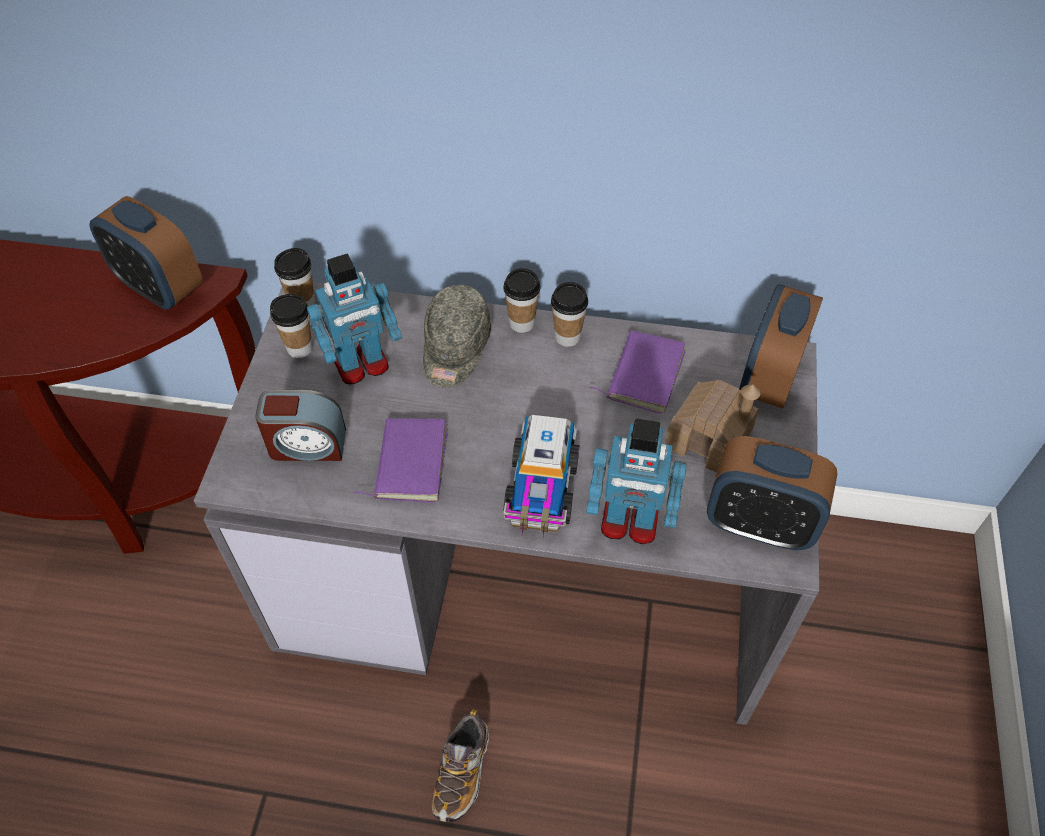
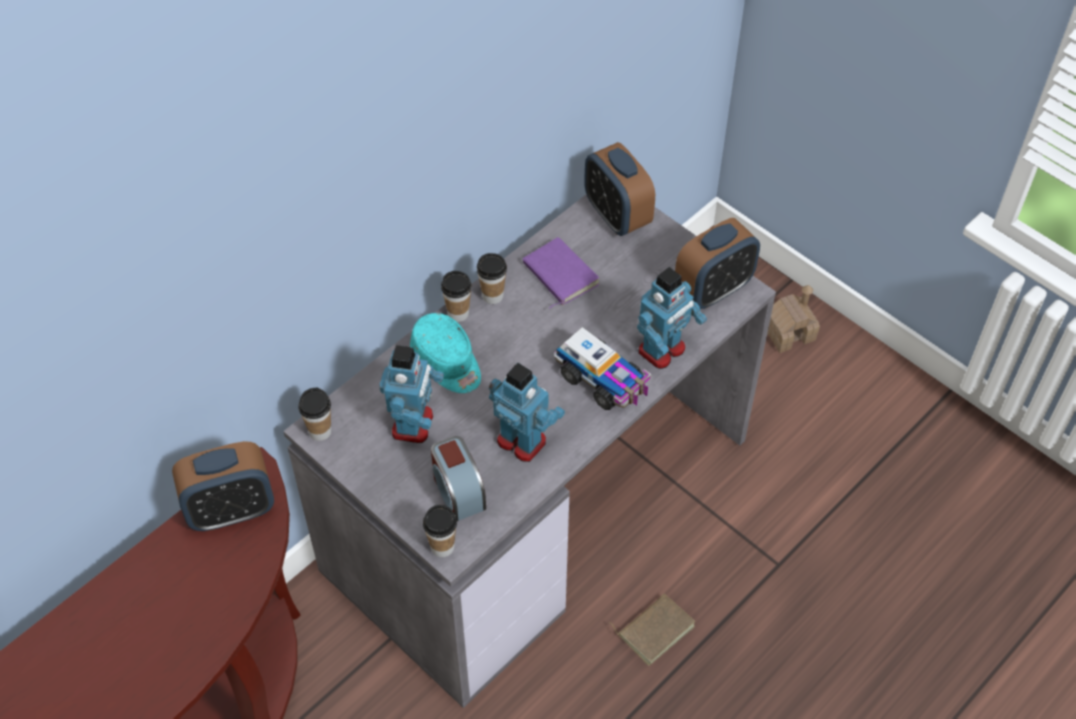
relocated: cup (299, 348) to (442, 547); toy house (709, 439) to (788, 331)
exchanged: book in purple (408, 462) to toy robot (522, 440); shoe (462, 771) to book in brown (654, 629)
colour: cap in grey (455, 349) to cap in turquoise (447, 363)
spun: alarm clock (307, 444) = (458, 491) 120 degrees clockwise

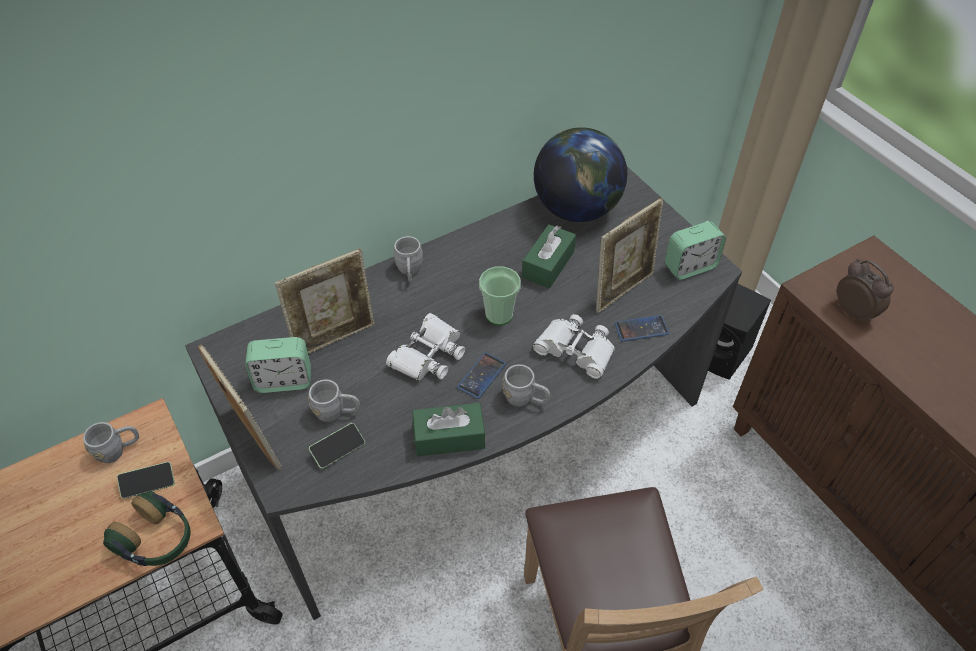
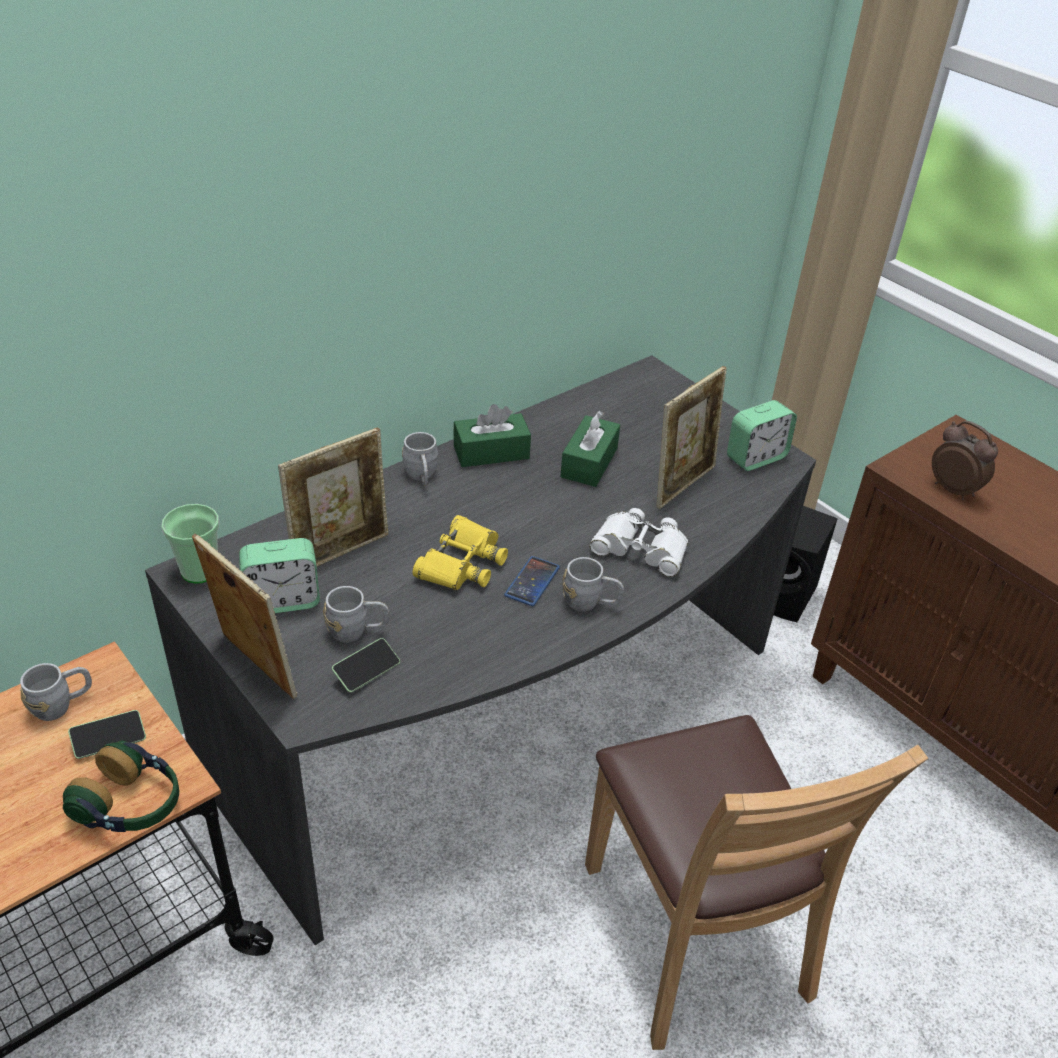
missing: globe (576, 209); phone (641, 329)
relocated: tissue box in green (449, 437) to (491, 452); cup (499, 314) to (199, 571)
colour: binoculars in white (428, 354) to binoculars in yellow (462, 563)

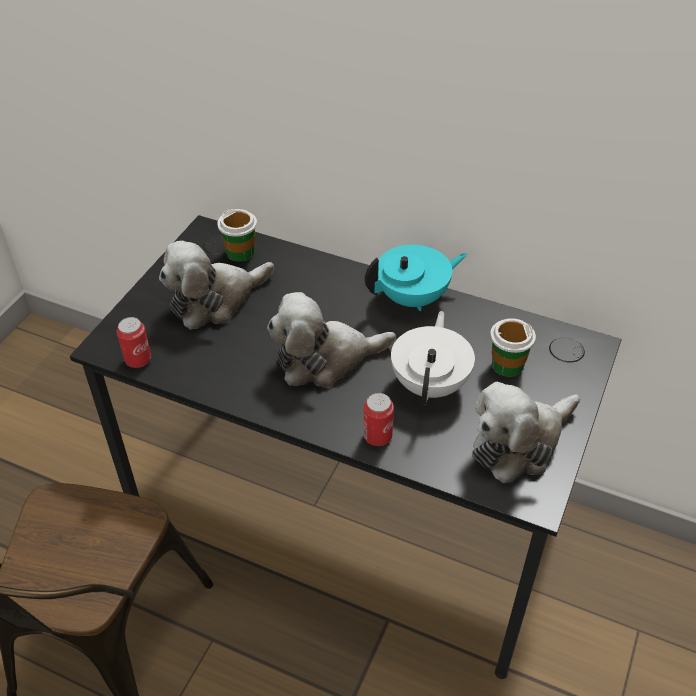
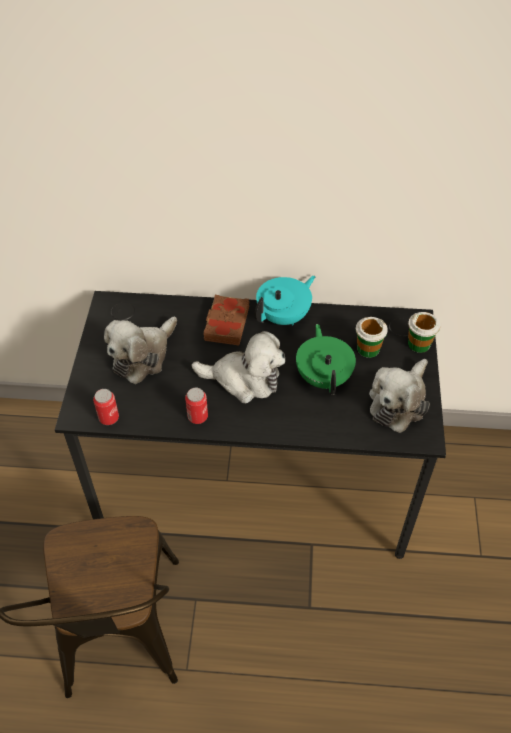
appeared: book in brown (226, 324)
relocated: cup (240, 252) to (419, 344); can (377, 436) to (197, 417)
colour: teapot in white (431, 384) to teapot in green (324, 377)
spun: plush toy (325, 359) = (244, 379) 135 degrees counterclockwise

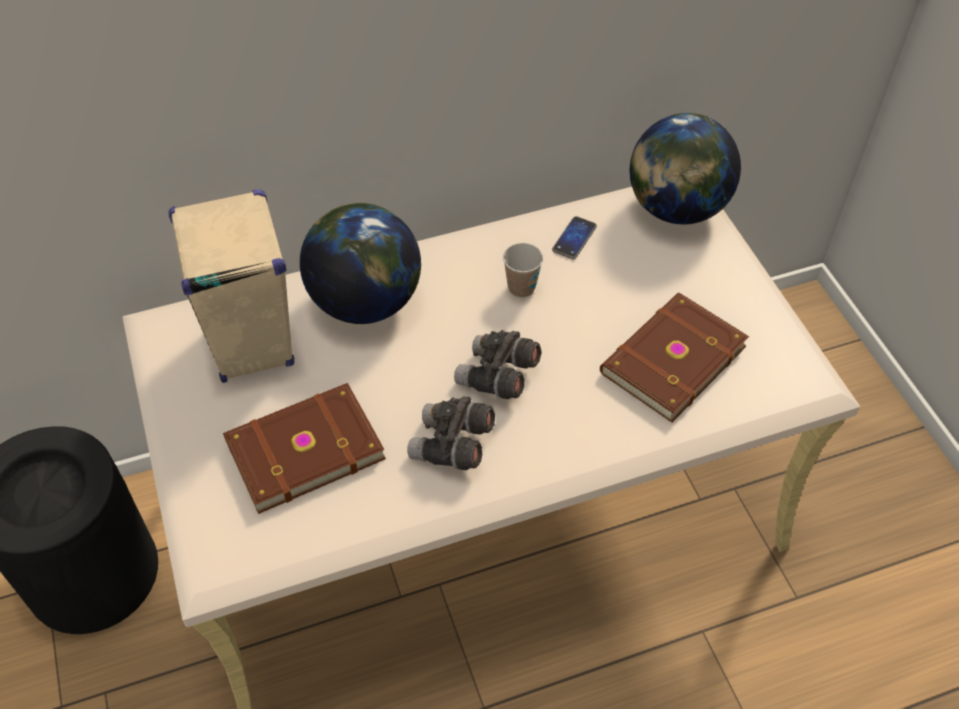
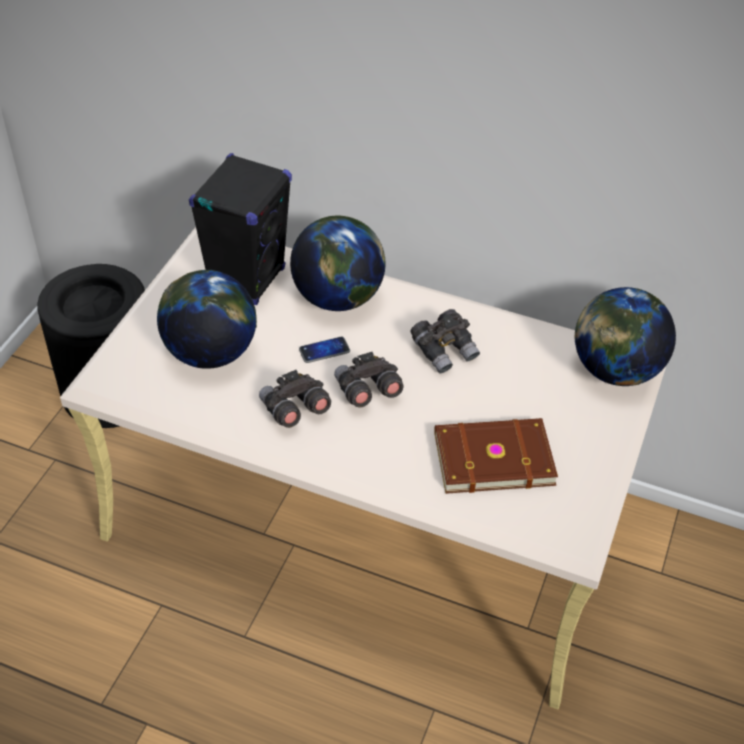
relocated: phone (574, 238) to (324, 350)
exchanged: book in brown (303, 448) to globe (211, 353); cup (521, 288) to binoculars in grey (444, 351)
colour: speaker in beige (251, 344) to speaker in black (247, 279)

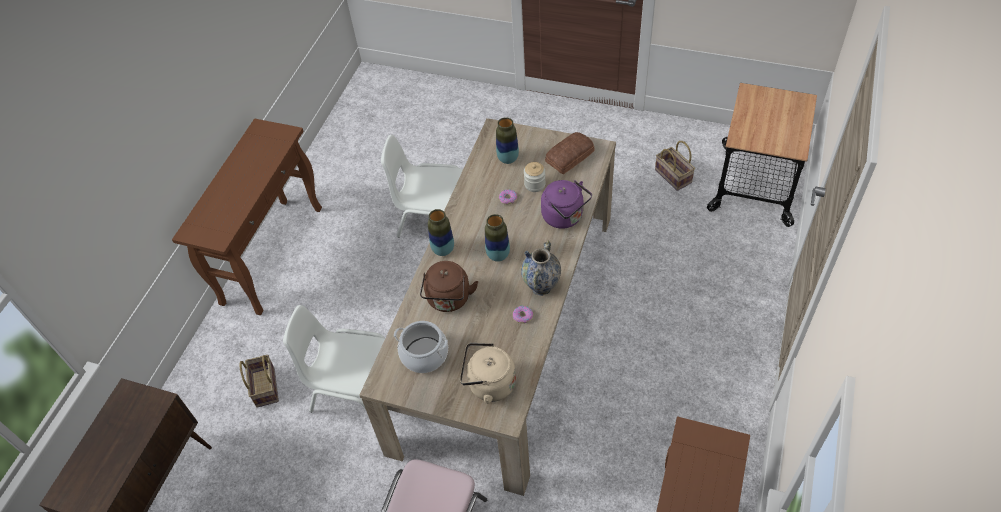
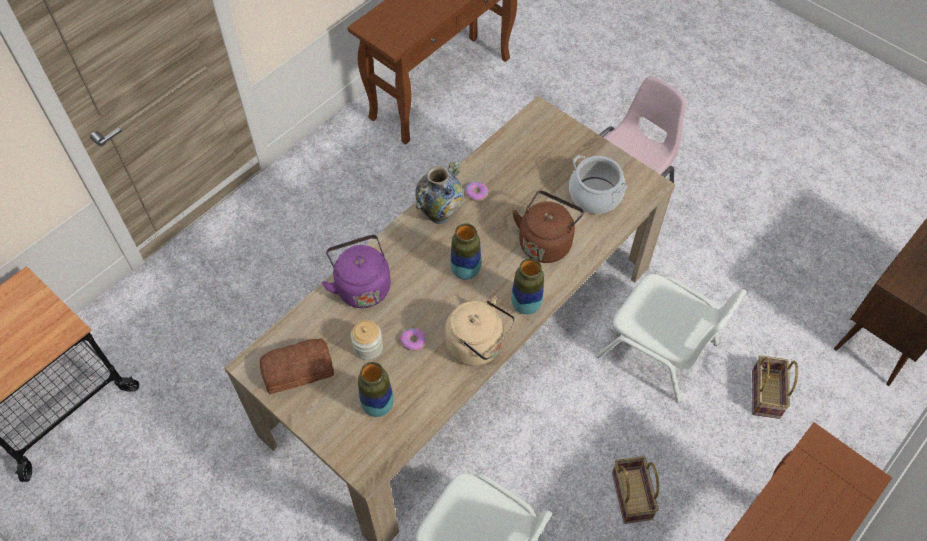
relocated: kettle in beige (488, 384) to (478, 346); basket (674, 176) to (630, 494)

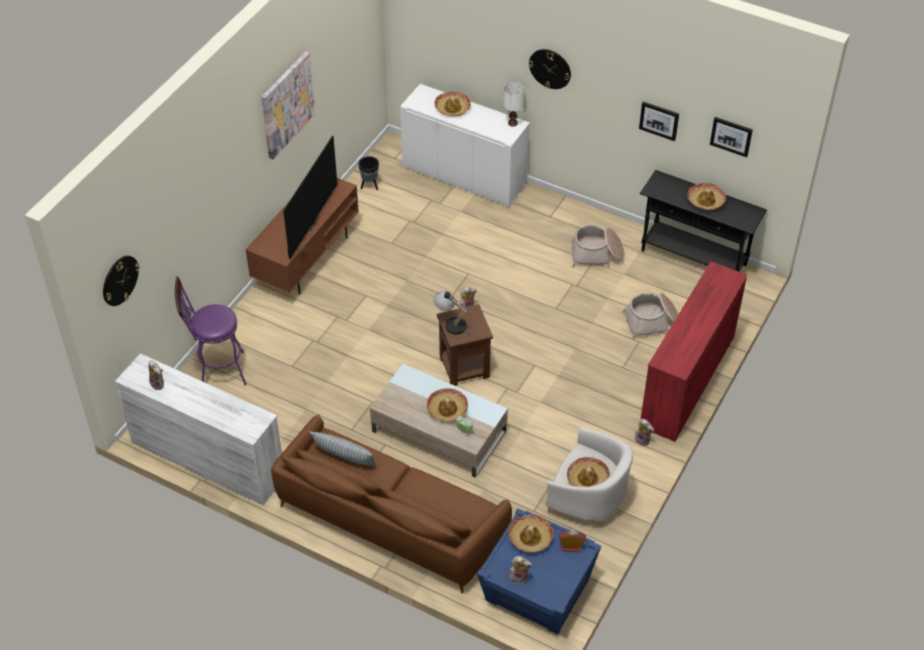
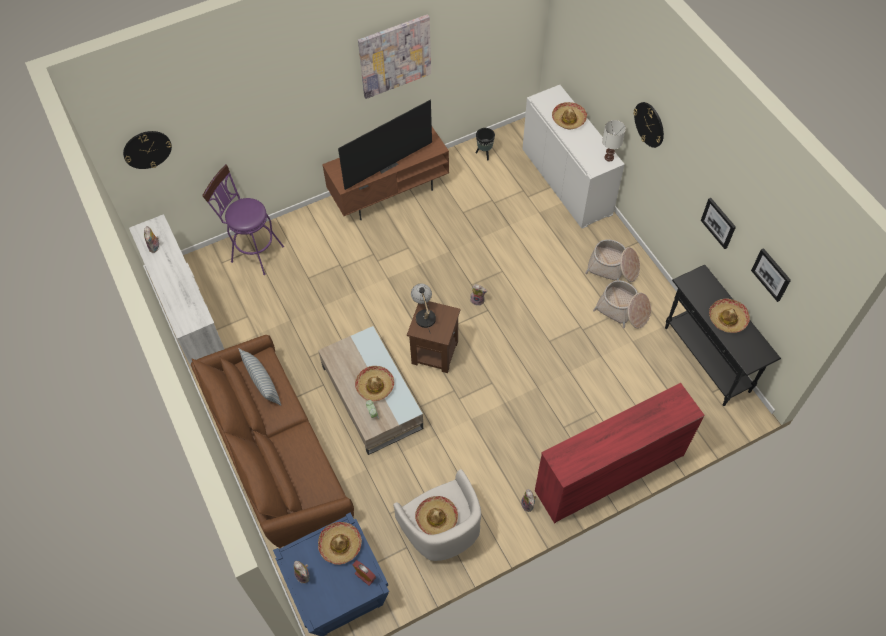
relocated: basket (652, 322) to (613, 268)

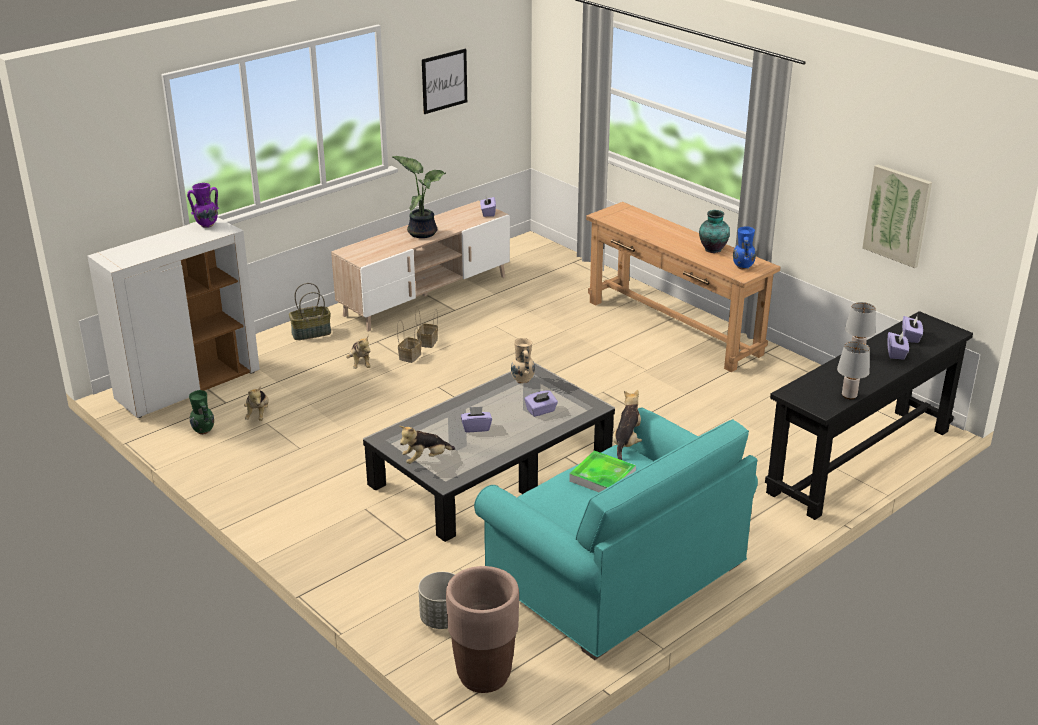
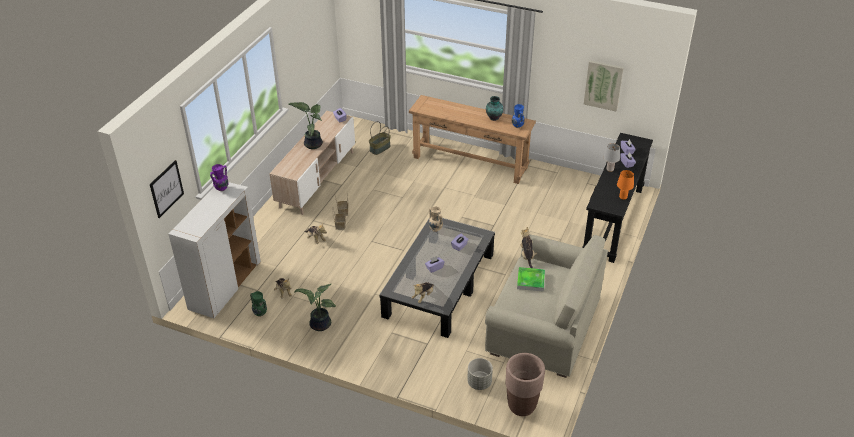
appeared: potted plant (319, 325)
relocated: basket (311, 333) to (380, 149); picture (444, 81) to (166, 189)
colour: sofa in turquoise (615, 574) to sofa in beige (543, 326); table lamp in grey (848, 396) to table lamp in orange (622, 197)

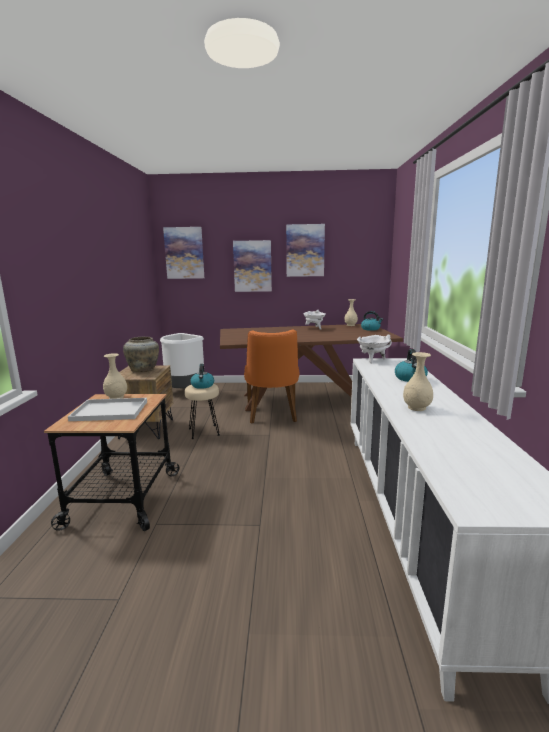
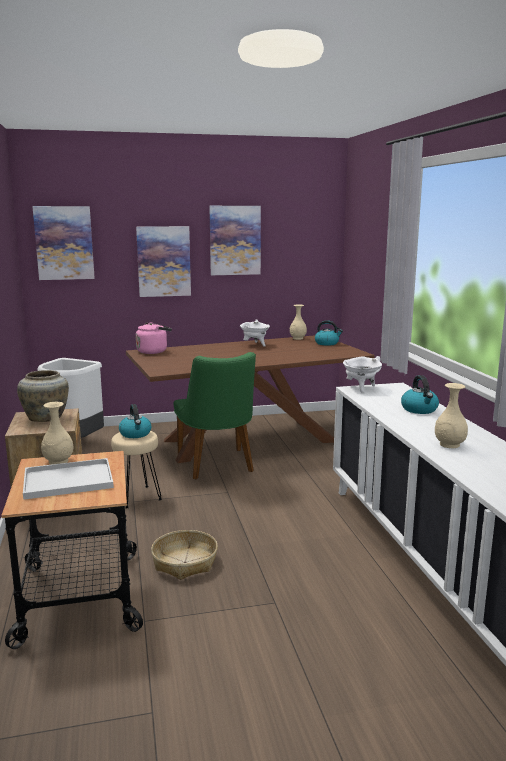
appeared: kettle in pink (153, 351); basket (185, 562)
colour: chair in orange (272, 416) to chair in green (218, 466)

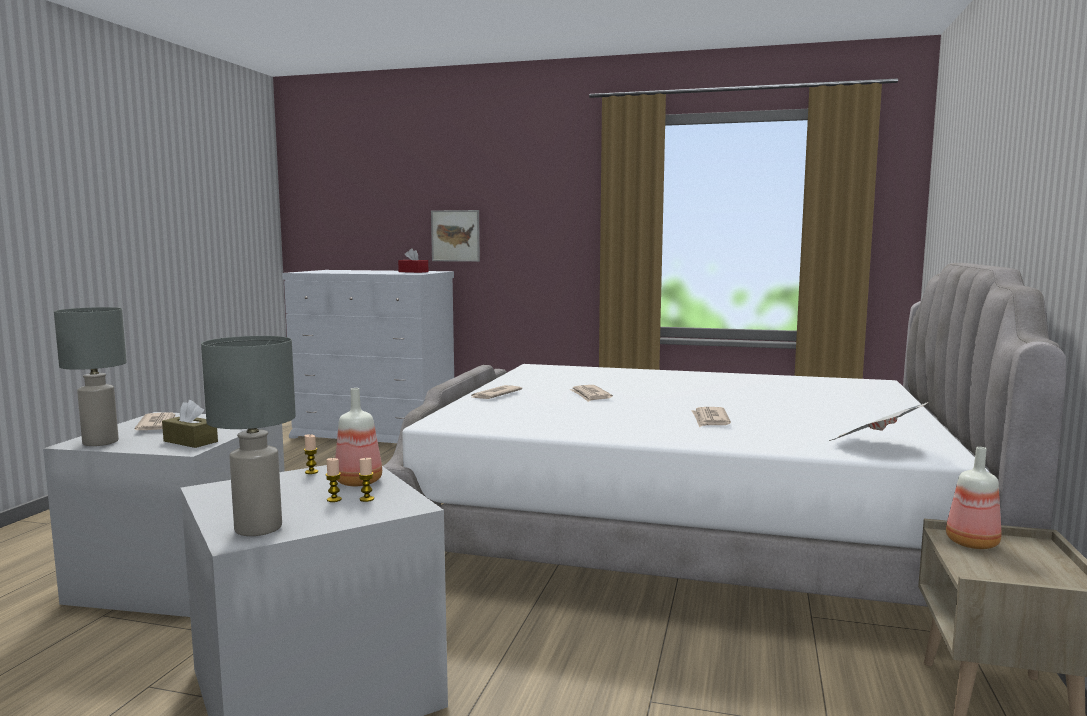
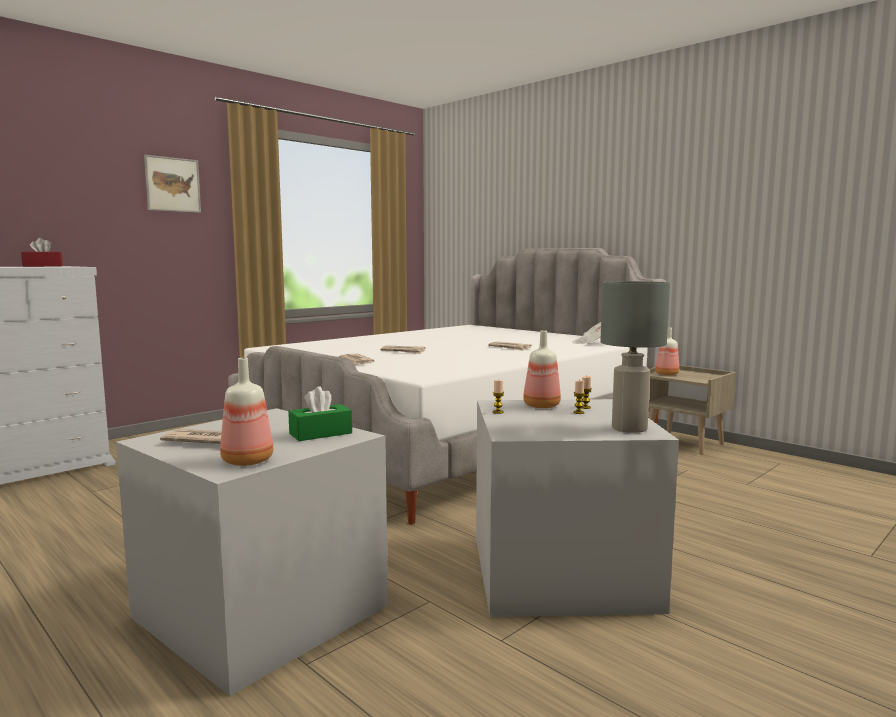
relocated: picture (455, 236) to (173, 184)
exchanged: table lamp in grey (99, 443) to bottle (248, 461)
colour: tissue box in brown (190, 441) to tissue box in green (320, 433)

